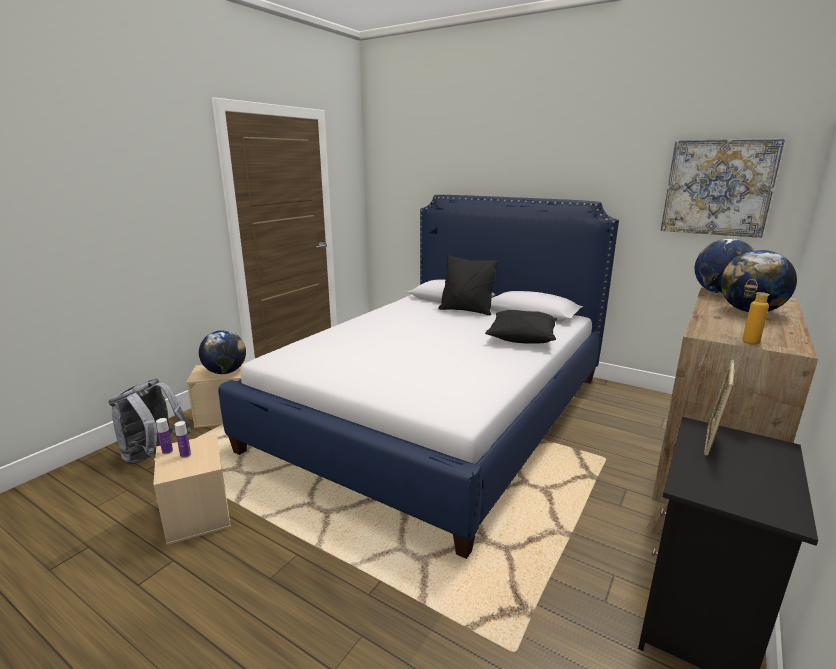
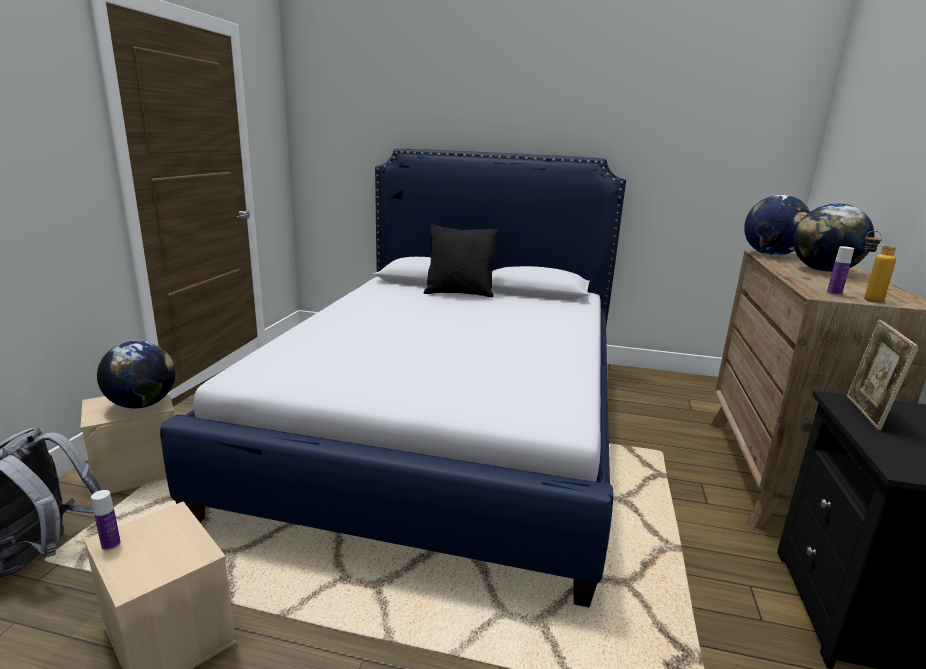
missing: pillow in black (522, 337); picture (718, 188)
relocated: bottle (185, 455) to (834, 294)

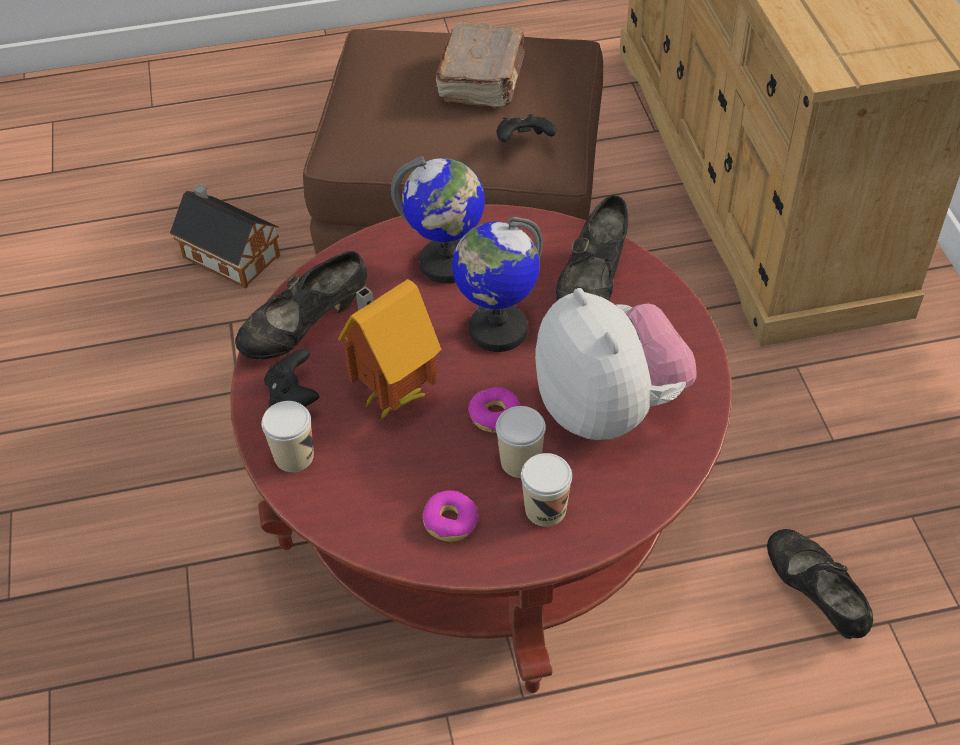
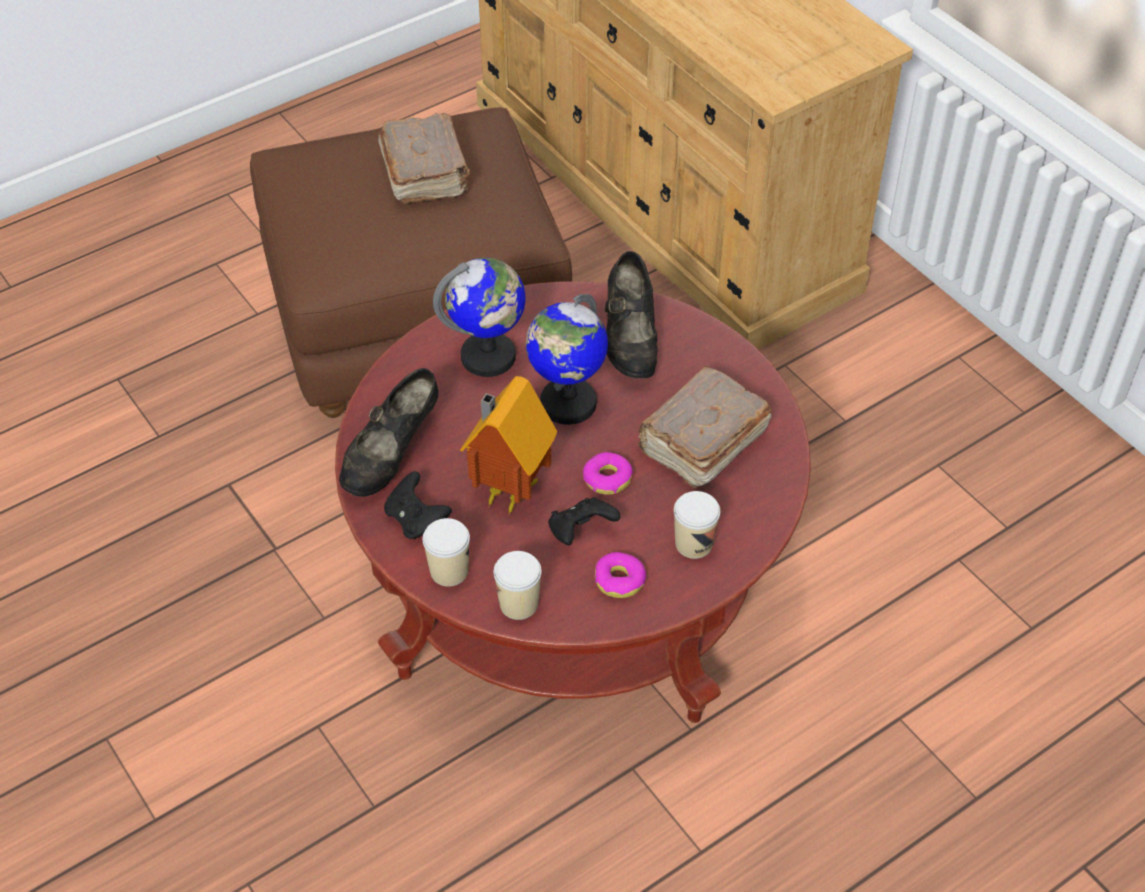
missing: toy house (229, 254); shoe in black (814, 597)
relocated: cup (520, 462) to (518, 604); game controller in black (524, 143) to (581, 532)
exchanged: plush toy (609, 409) to book in brown (701, 442)

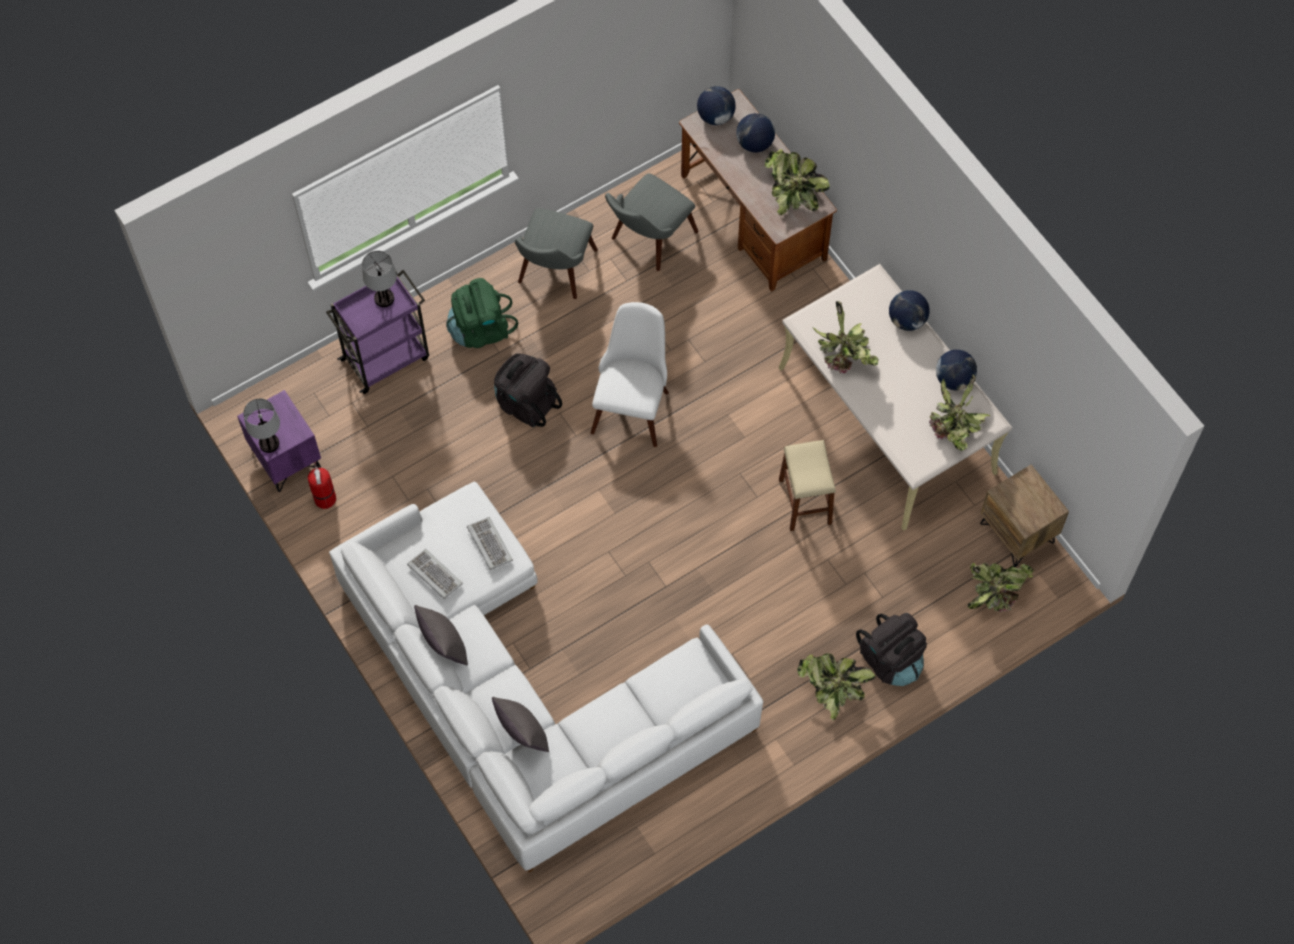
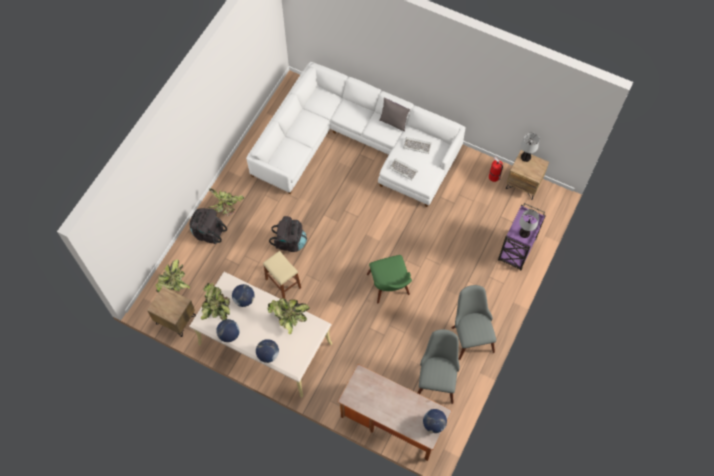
missing: backpack in green (481, 329); pillow in grey (522, 735); potted plant (792, 195)
relocated: backpack in black (525, 403) to (289, 242); globe (754, 144) to (244, 299)
colour: nightstand in purple (285, 459) to nightstand in brown (523, 184); chair in white (633, 402) to chair in green (390, 289)

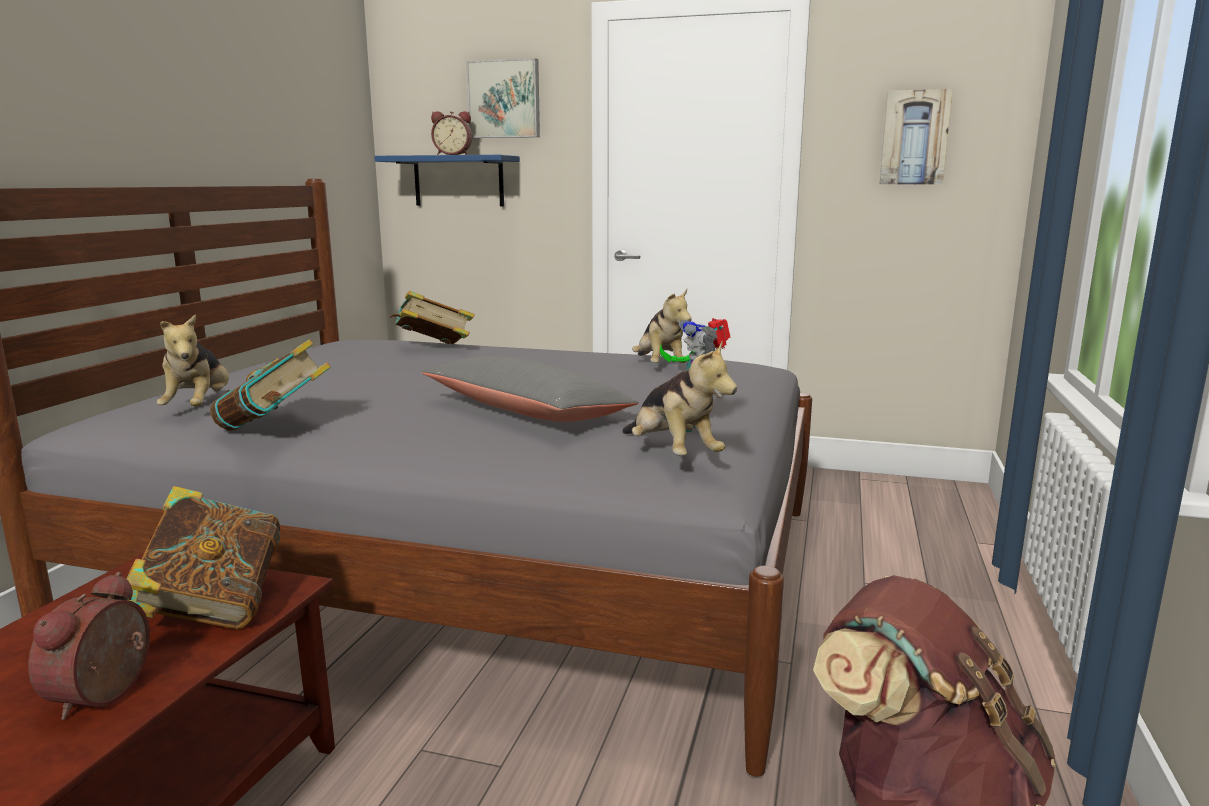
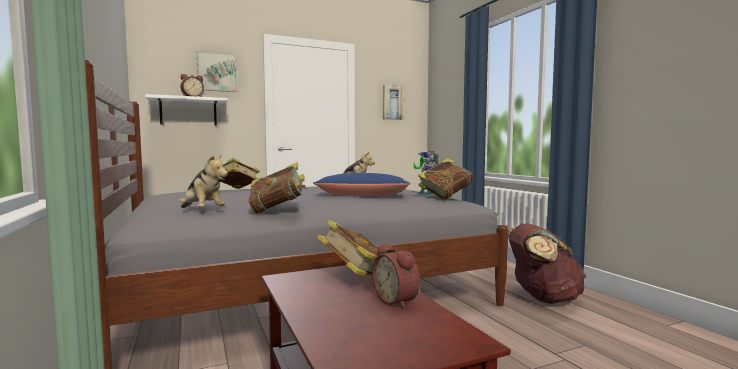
exchanged: plush toy (672, 454) to book (445, 197)
colour: shelf in blue (458, 181) to shelf in white (188, 111); pillow in grey (527, 411) to pillow in blue (362, 196)

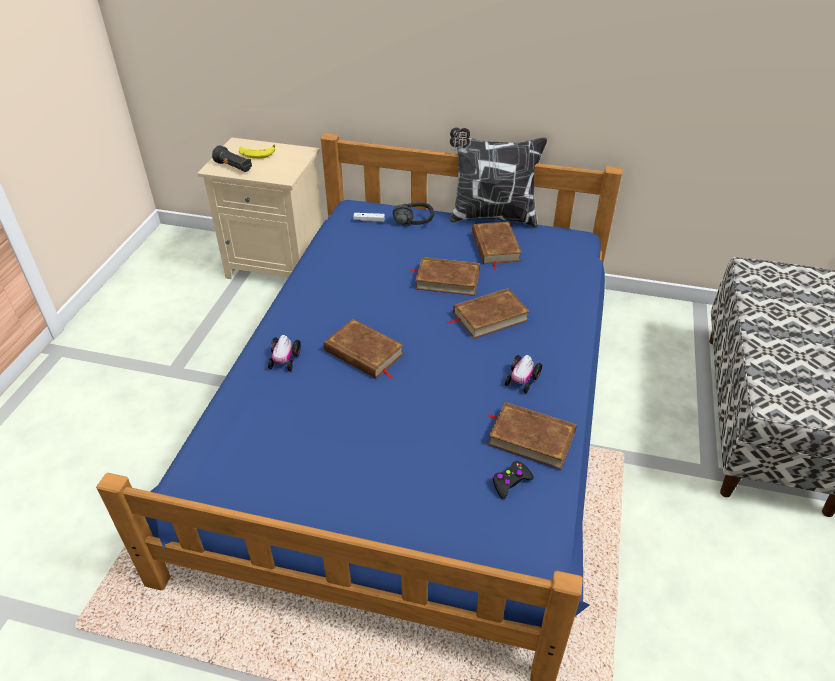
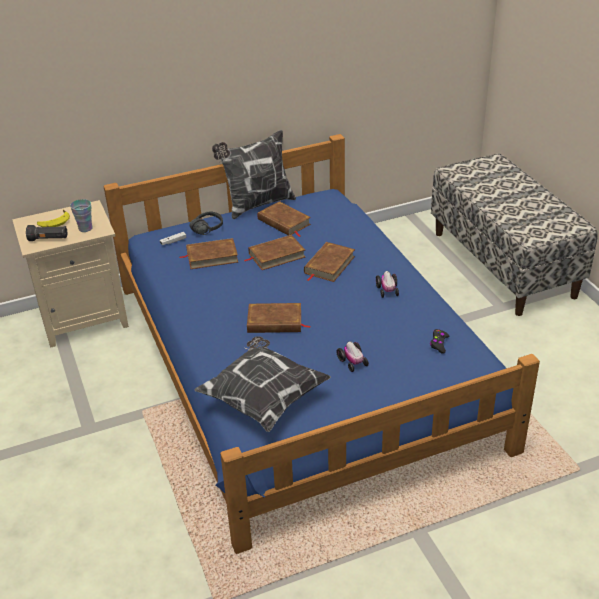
appeared: cup (85, 228); pillow (263, 398)
relocated: toy car (284, 360) to (353, 362); book in brown (531, 438) to (212, 256)

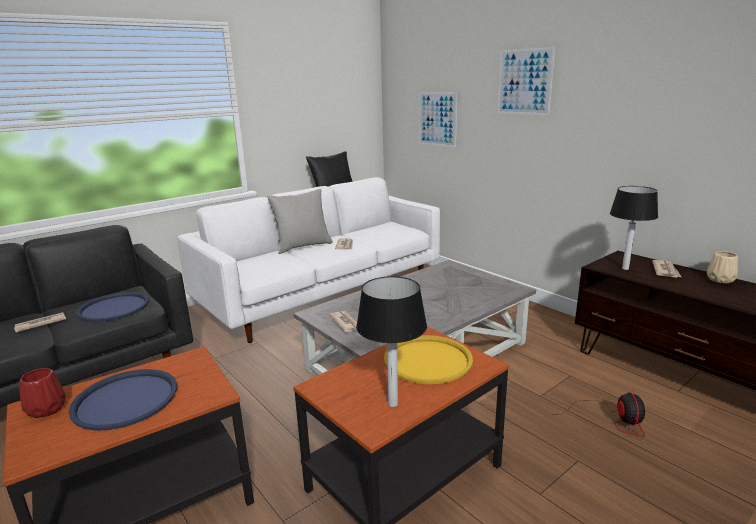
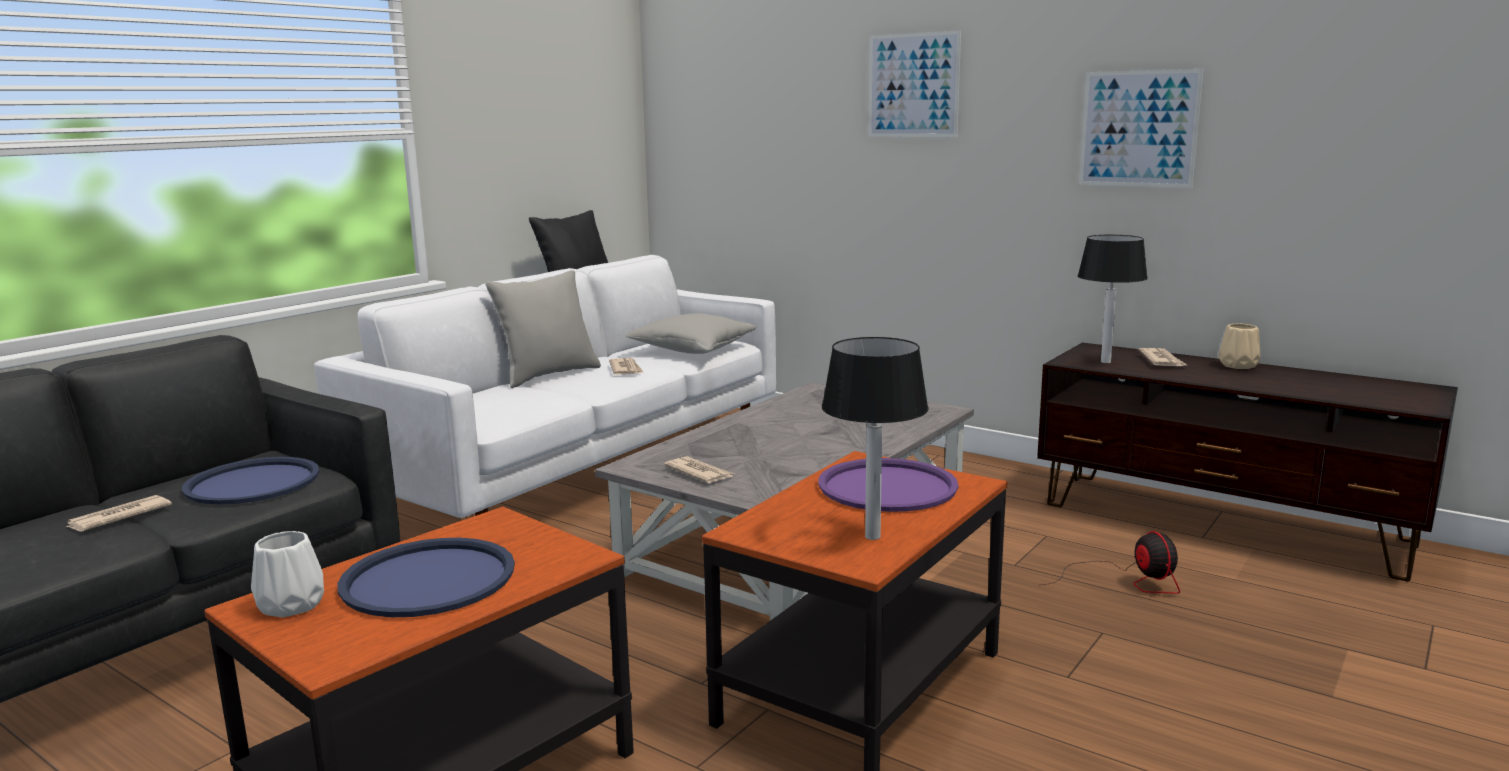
appeared: pillow in grey (692, 350)
relocated: picture (437, 119) to (1138, 129)
colour: vase in red (47, 409) to vase in white (293, 605); tray in yellow (428, 360) to tray in purple (887, 487)

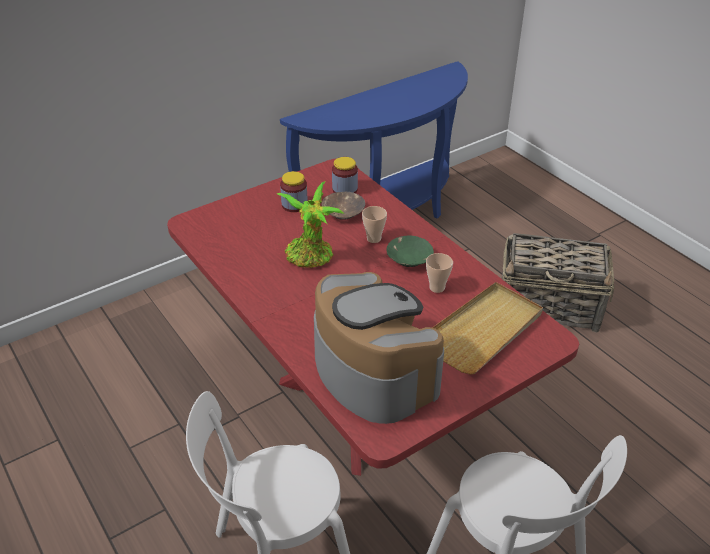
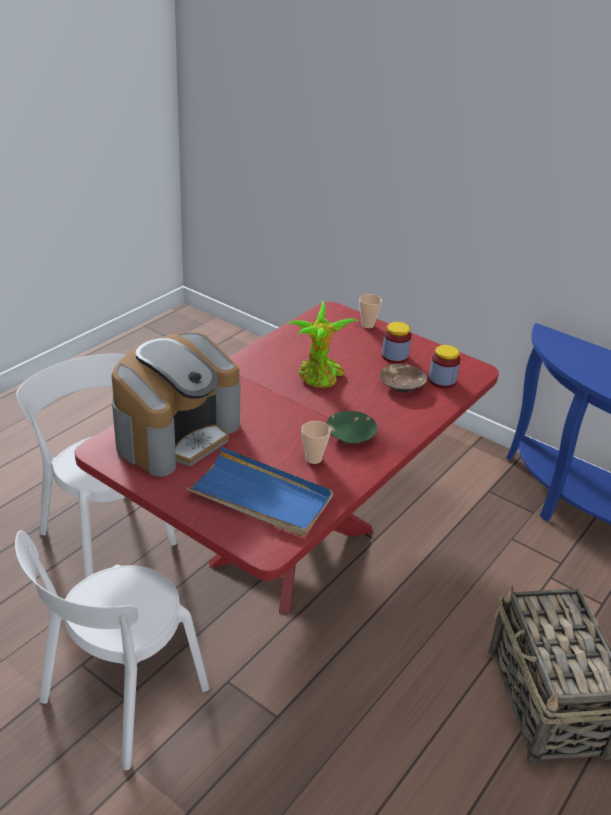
relocated: cup (374, 239) to (367, 325)
colour: tray in beige (483, 330) to tray in blue (260, 496)

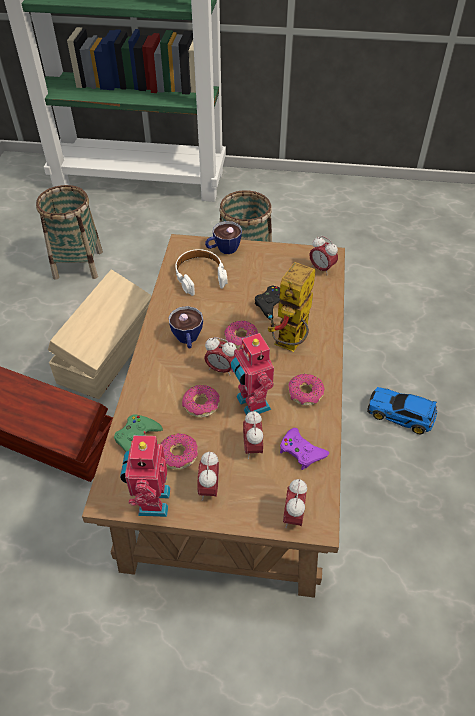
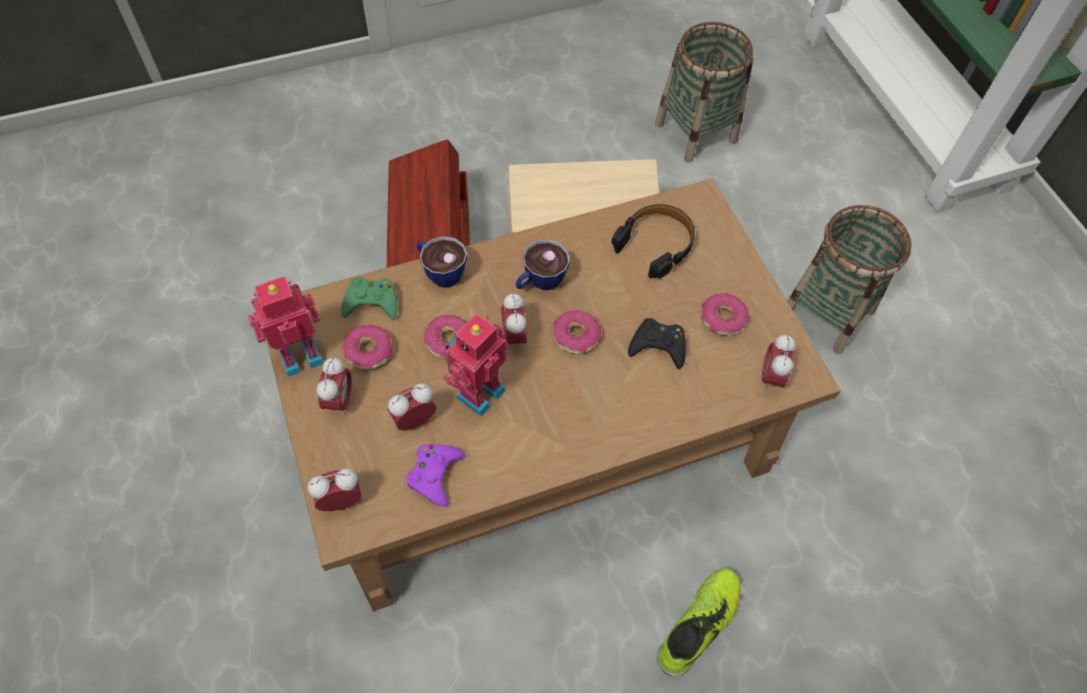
missing: toy robot (290, 345)
relocated: cup (223, 249) to (440, 271); donut (305, 394) to (722, 319)
exchanged: toy car (401, 415) to shoe (699, 624)
colour: headphones in white (200, 276) to headphones in black (655, 244)
spun: alarm clock (209, 488) = (339, 401) 120 degrees clockwise

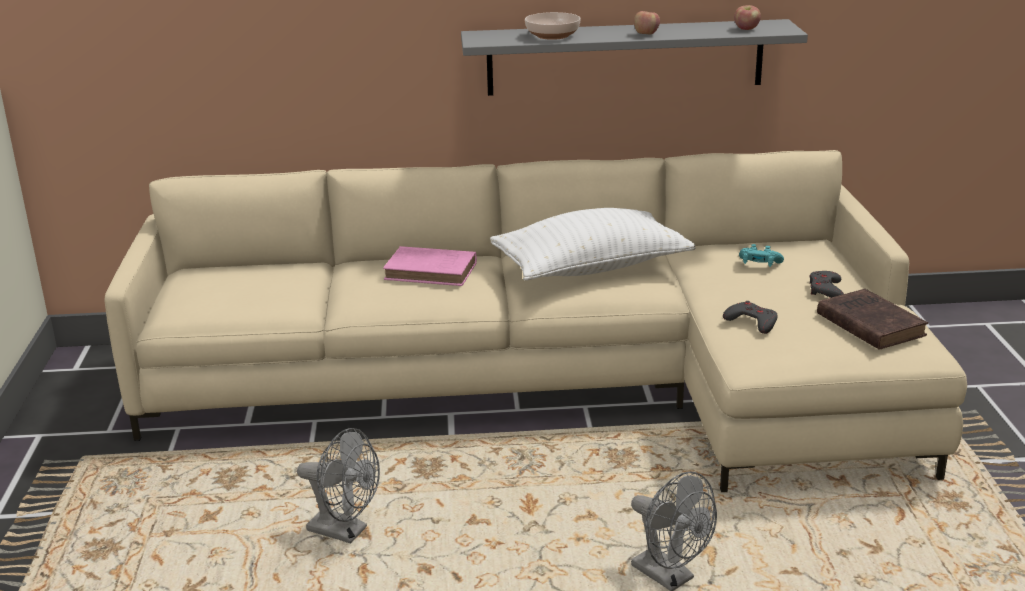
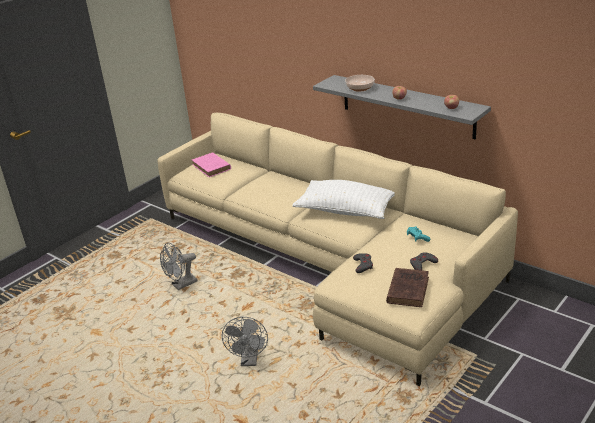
relocated: book in pink (433, 272) to (212, 167)
spun: fan in grey (345, 531) = (181, 285) 75 degrees clockwise

